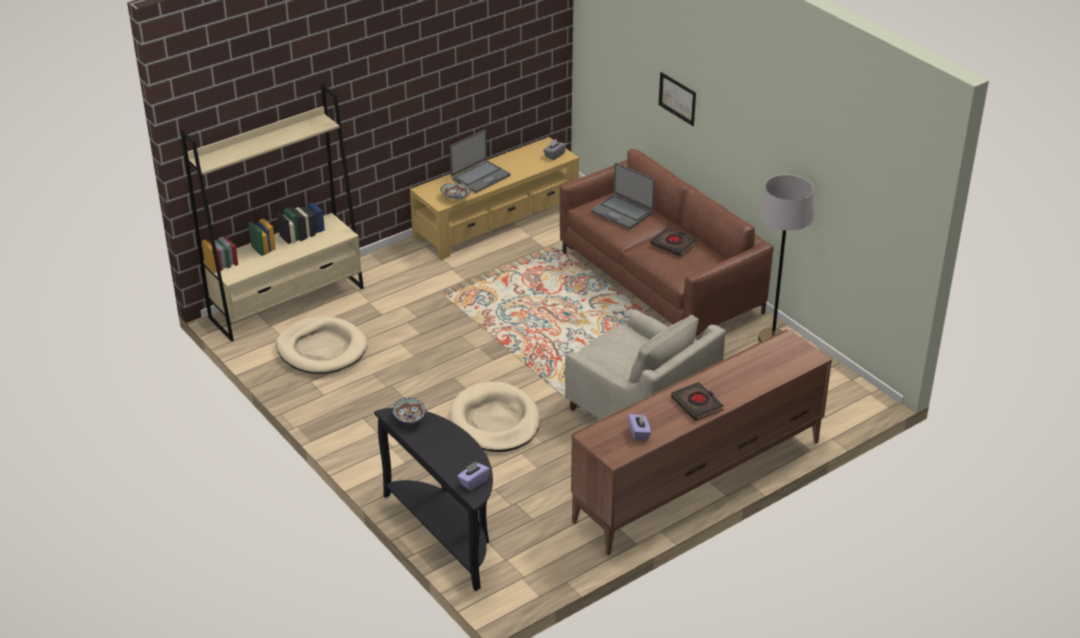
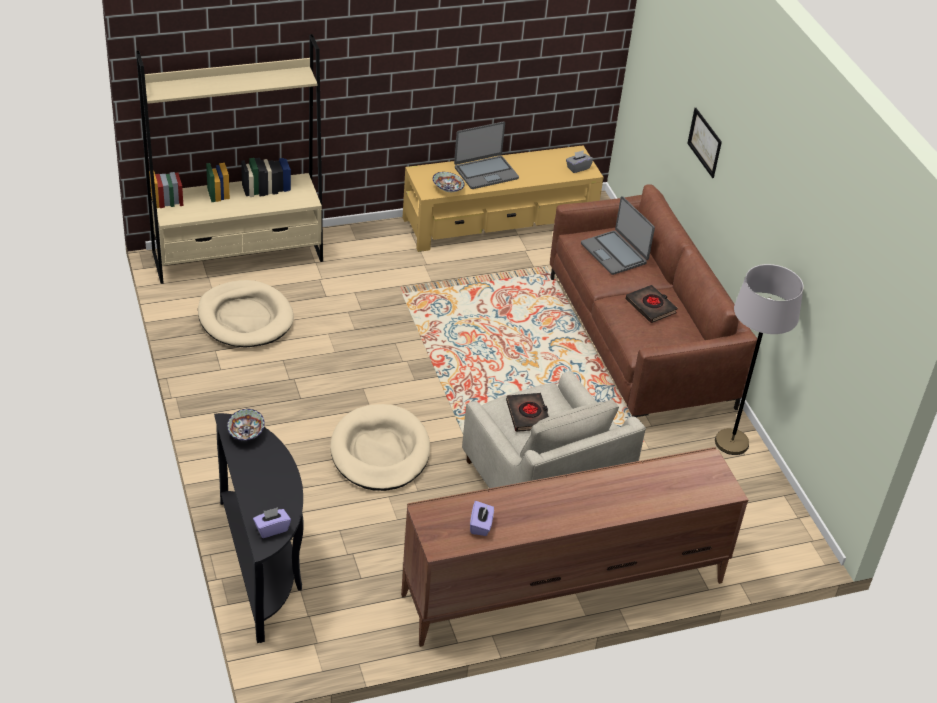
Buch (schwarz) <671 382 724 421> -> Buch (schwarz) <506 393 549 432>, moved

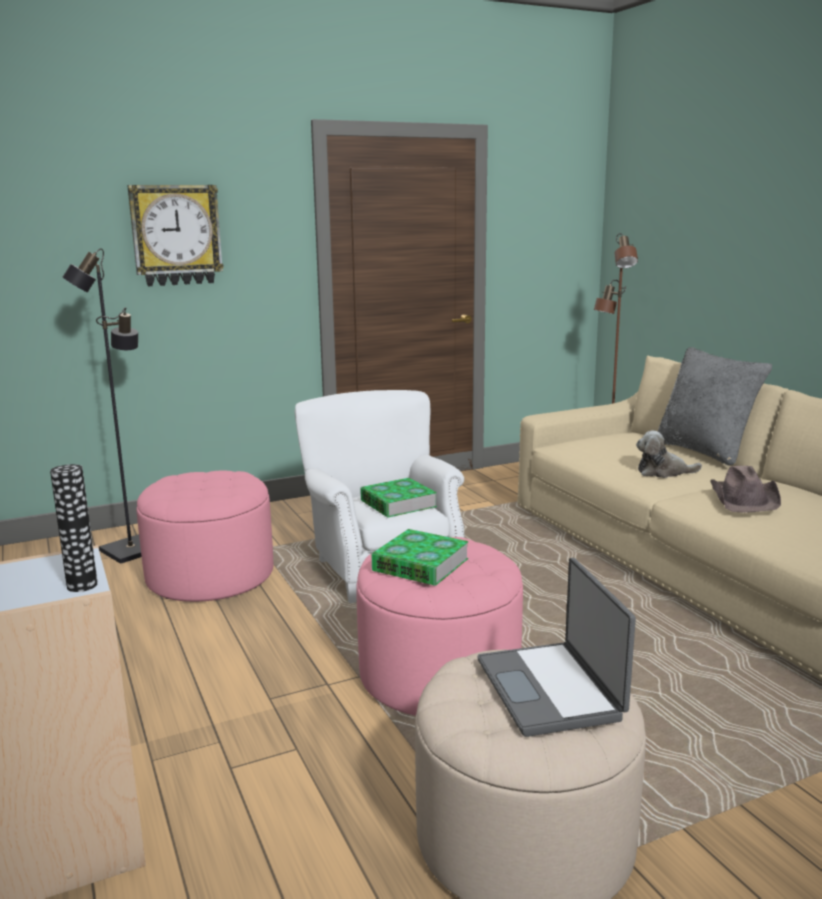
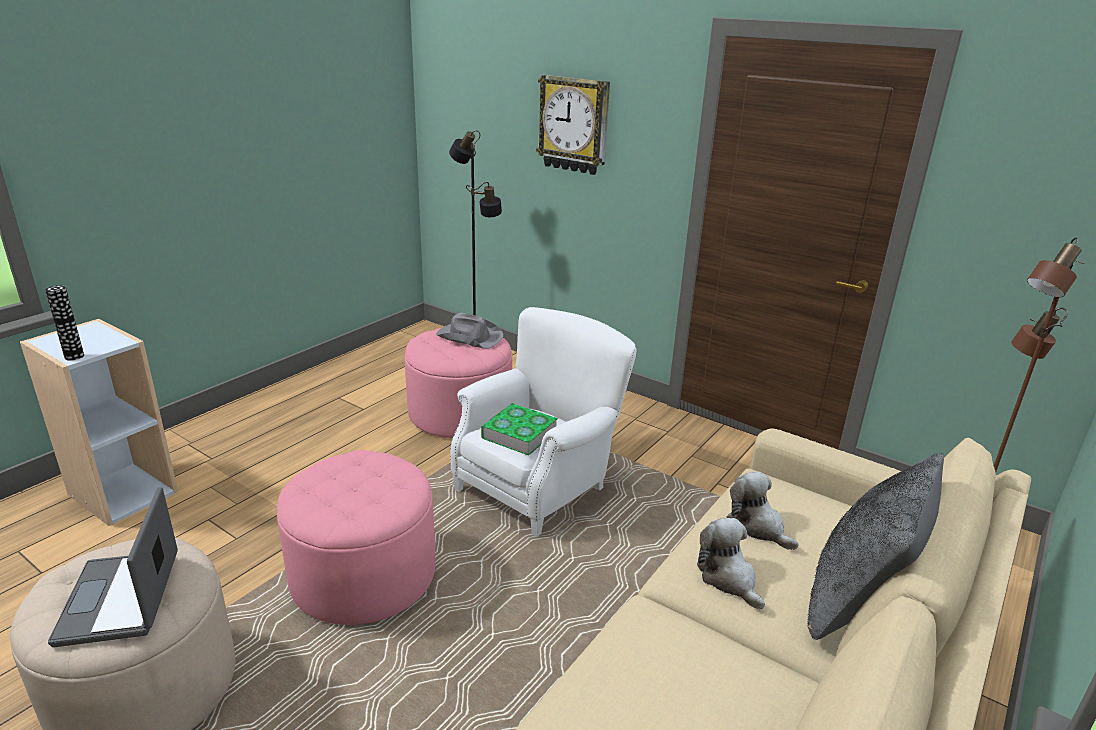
Laptop <477 558 636 737> -> Laptop <48 487 178 647>, 60 degrees counterclockwise
none -> Hut (grau) <436 313 504 349>
none -> Plüschtier <726 471 799 550>
Buch <371 529 469 586> -> none
Hut (braun) <710 466 781 513> -> none

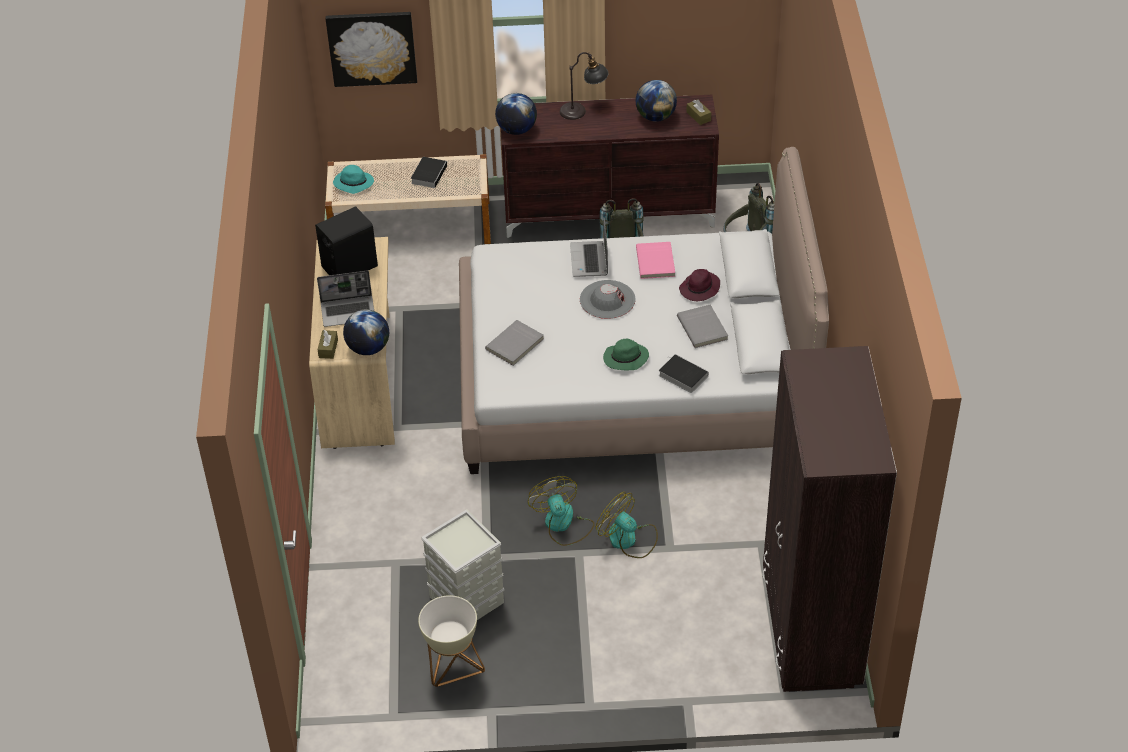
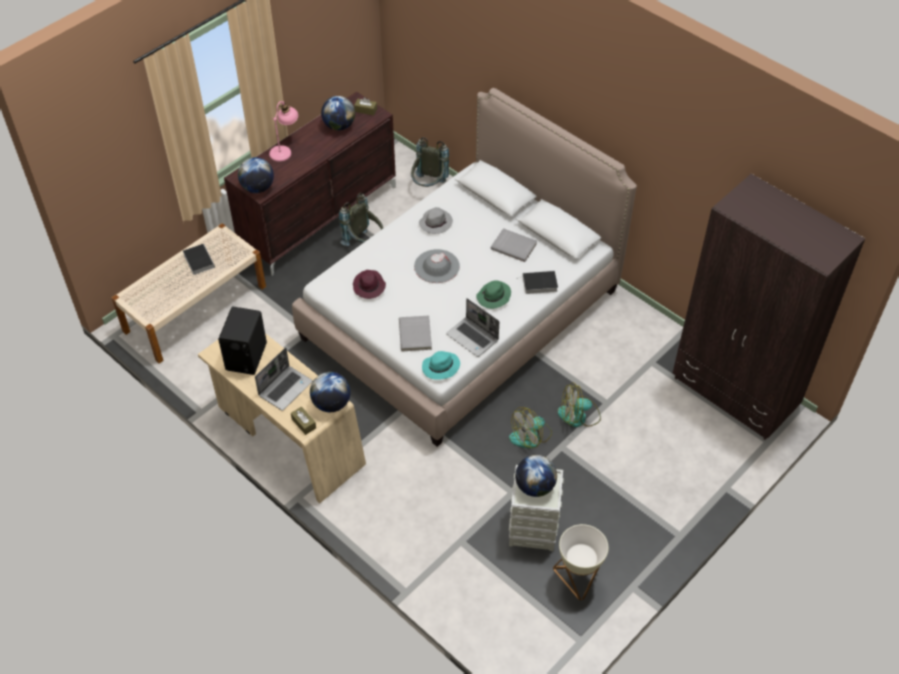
Tischlampe (grau) <560 52 608 120> -> Tischlampe (rosa) <269 101 298 161>
Hut (lila) <679 269 720 301> -> Hut (lila) <353 270 386 299>, moved
Buch (rosa) <636 242 675 279> -> Hut (grau) <419 207 453 234>
Hut (türkis) <333 165 374 194> -> Hut (türkis) <422 351 460 380>, moved
Laptop <570 218 608 277> -> Laptop <446 298 499 357>, moved
Ventilator <528 476 594 546> -> Ventilator <509 407 552 448>, 60 degrees counterclockwise
none -> Globus <515 455 557 497>
Bild <326 12 417 87> -> none

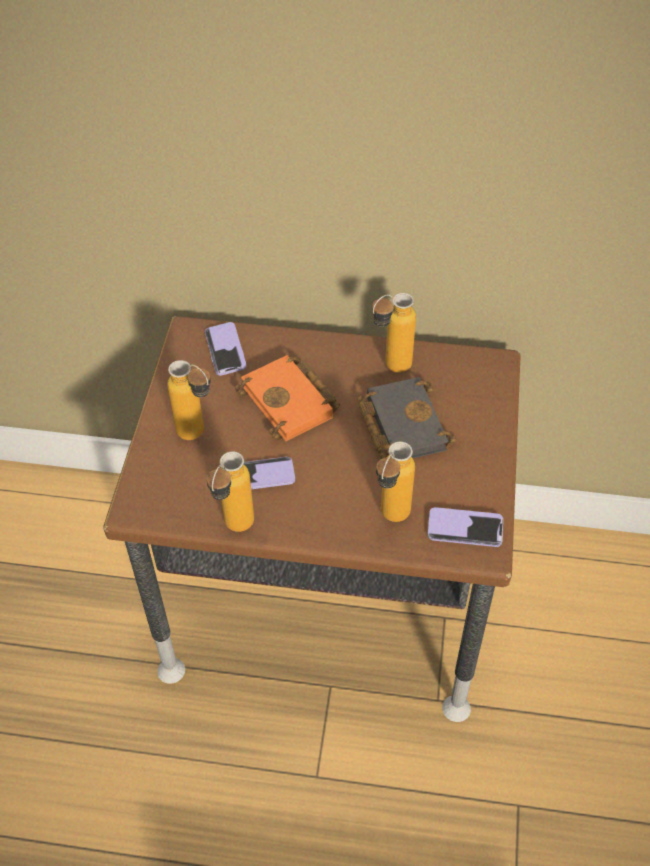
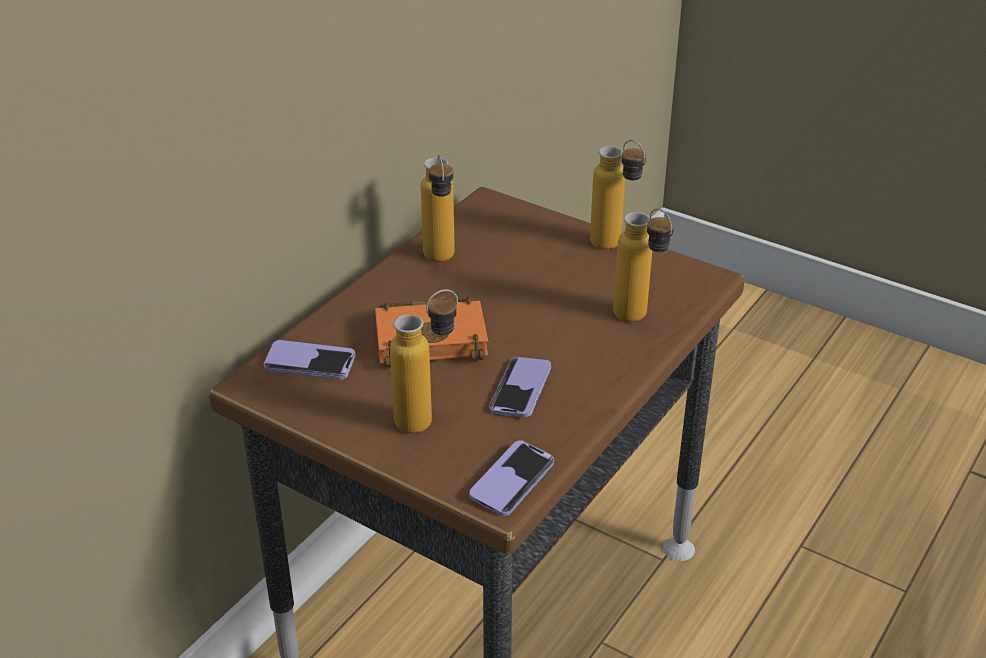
Handy <428 507 503 547> -> Handy <469 440 554 516>, moved
Flasche <206 452 254 532> -> Flasche <590 140 646 250>, moved
Buch (schwarz) <357 377 457 459> -> none

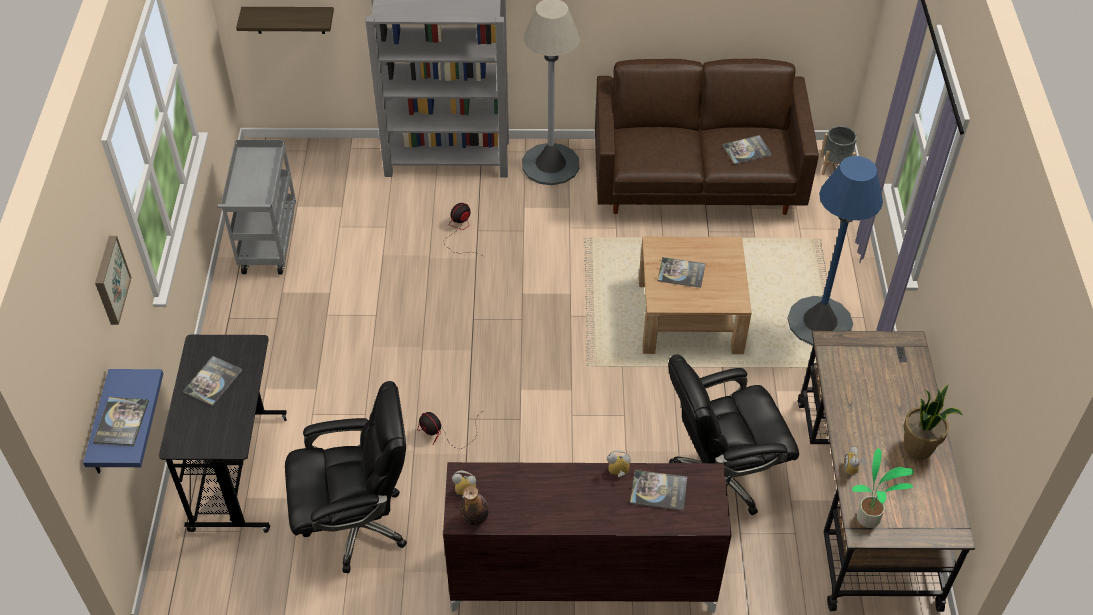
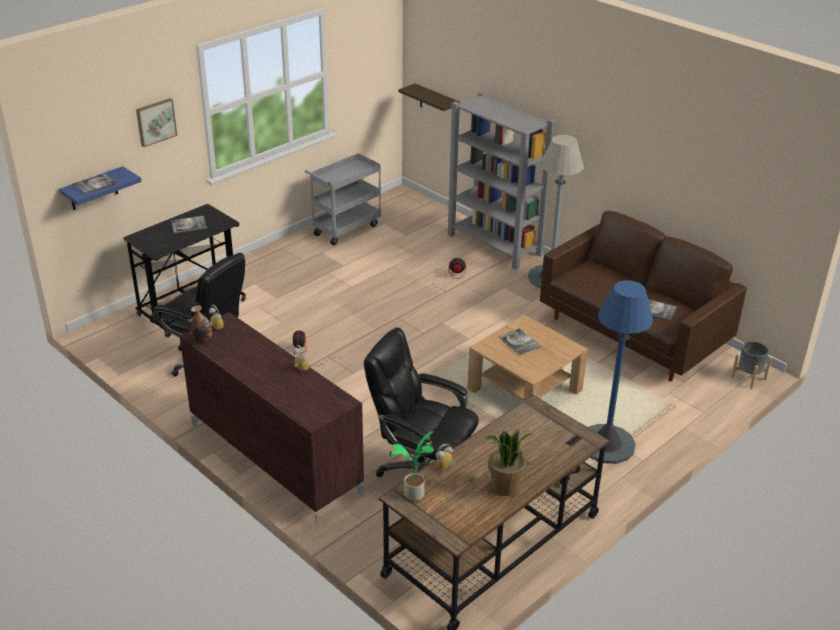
Buch <630 470 687 511> -> none

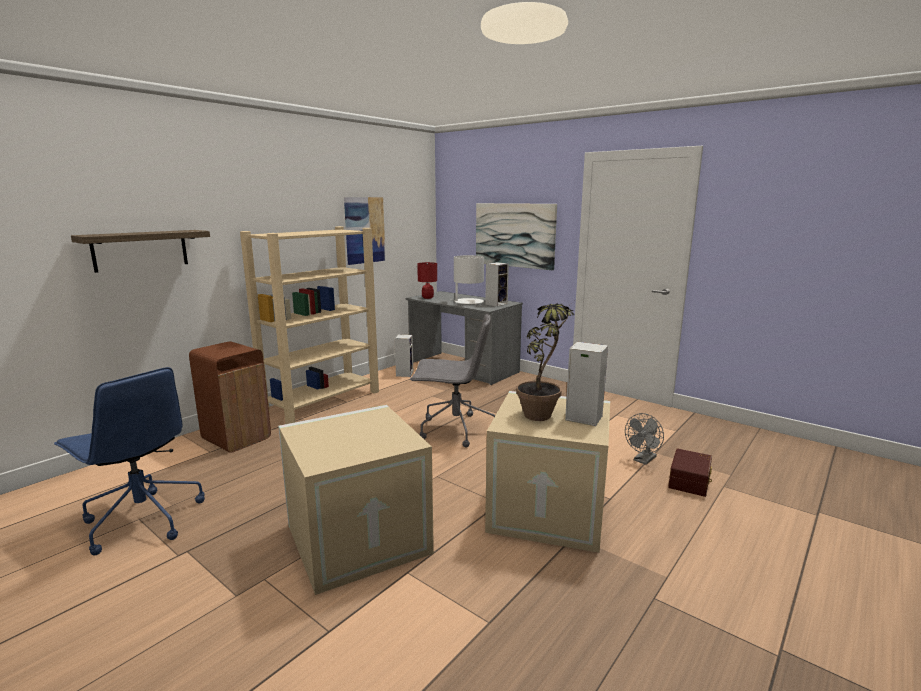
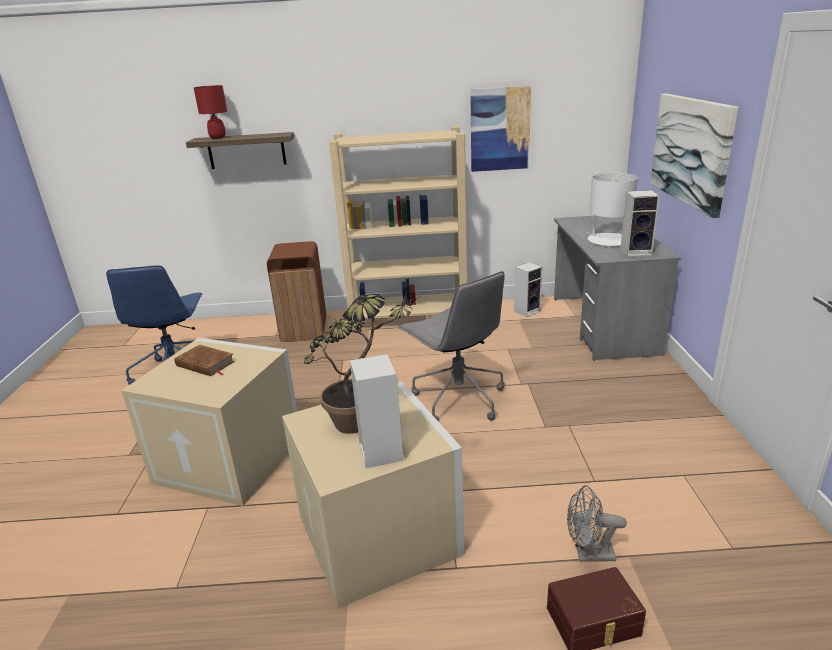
none -> Buch (braun) <174 345 235 376>
Tischlampe (rot) <417 262 437 299> -> Tischlampe (rot) <194 85 227 139>, moved

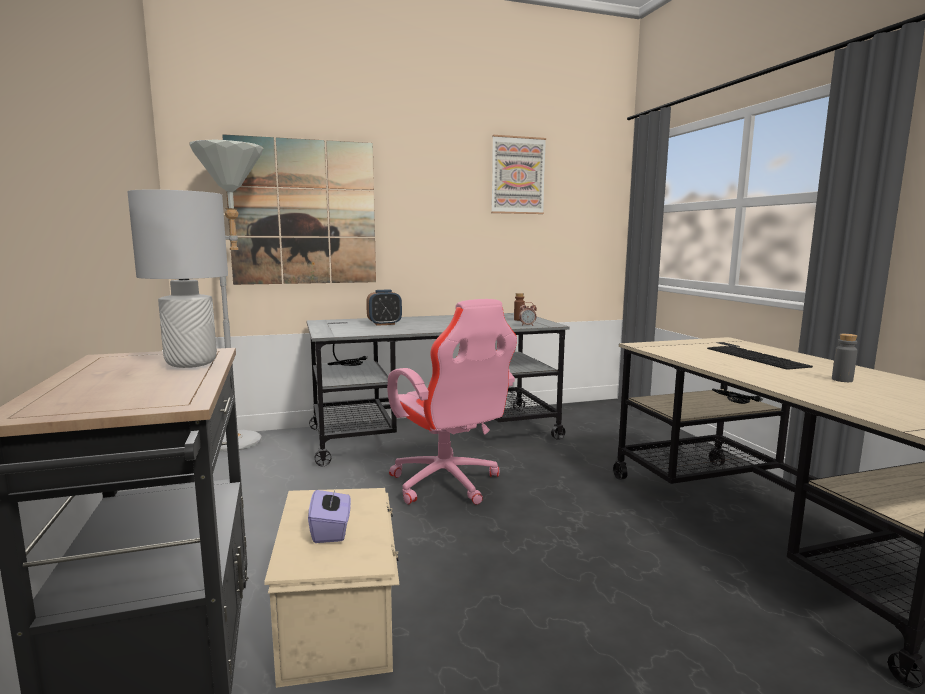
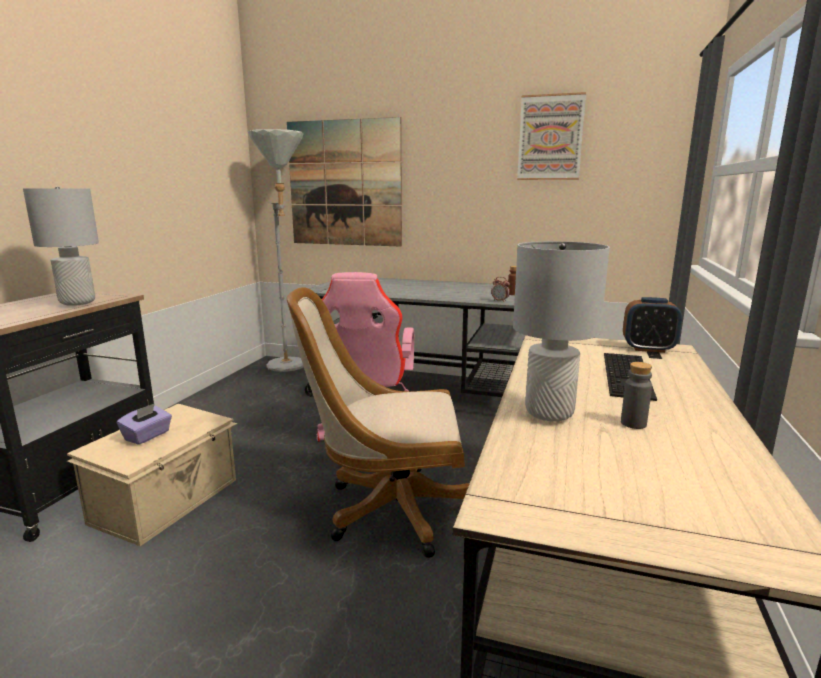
none -> Bürostuhl <287 287 469 558>
none -> Tischlampe (grau) <513 241 610 421>
Wecker <366 290 402 326> -> Wecker <623 297 682 353>, moved

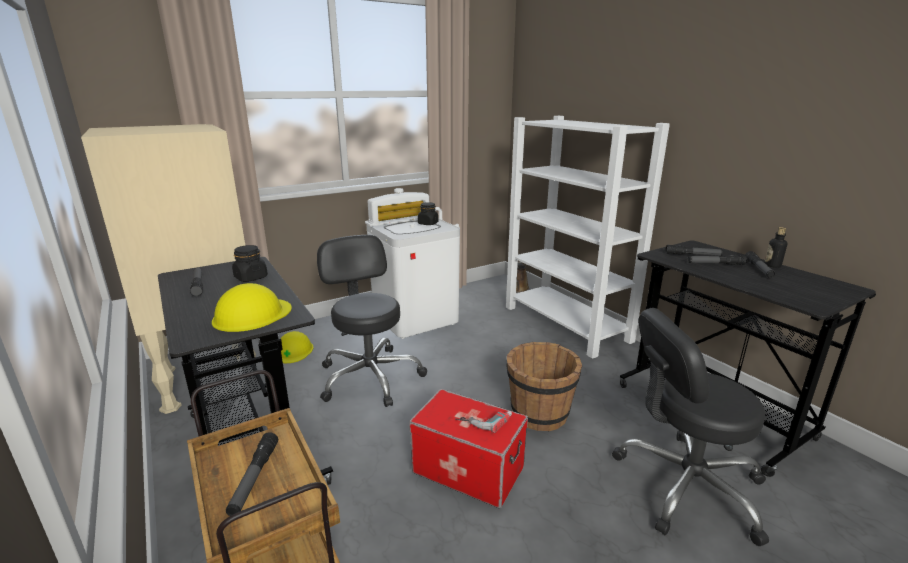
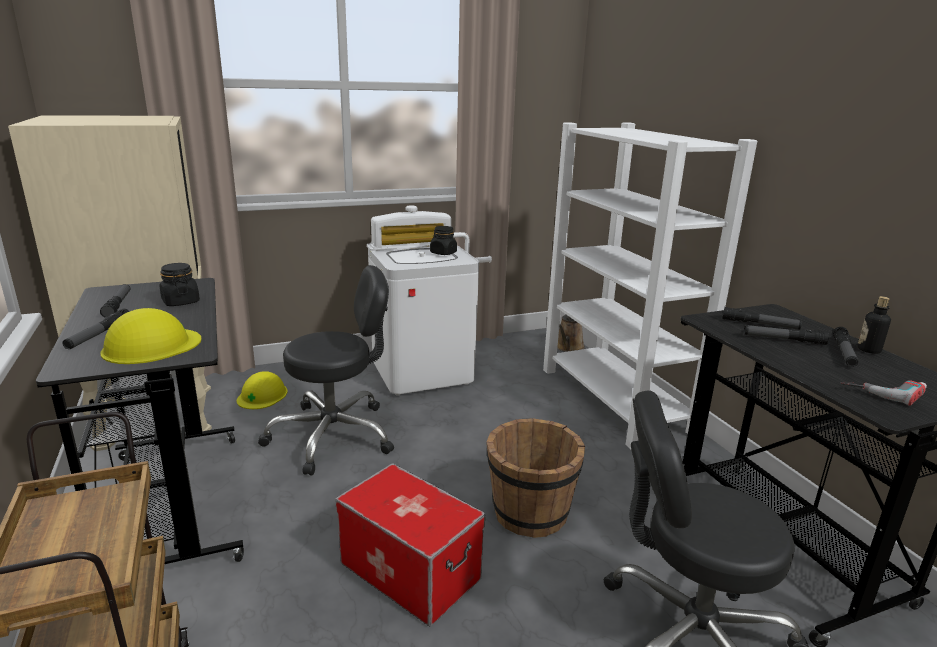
Taschenlampe <226 432 278 516> -> Taschenlampe <62 309 130 349>, moved
Bürostuhl (schwarz) <317 235 427 407> -> Bürostuhl (schwarz) <258 265 394 476>, 90 degrees clockwise
Bohrmaschine <455 411 512 433> -> Bohrmaschine <840 380 927 406>, moved

